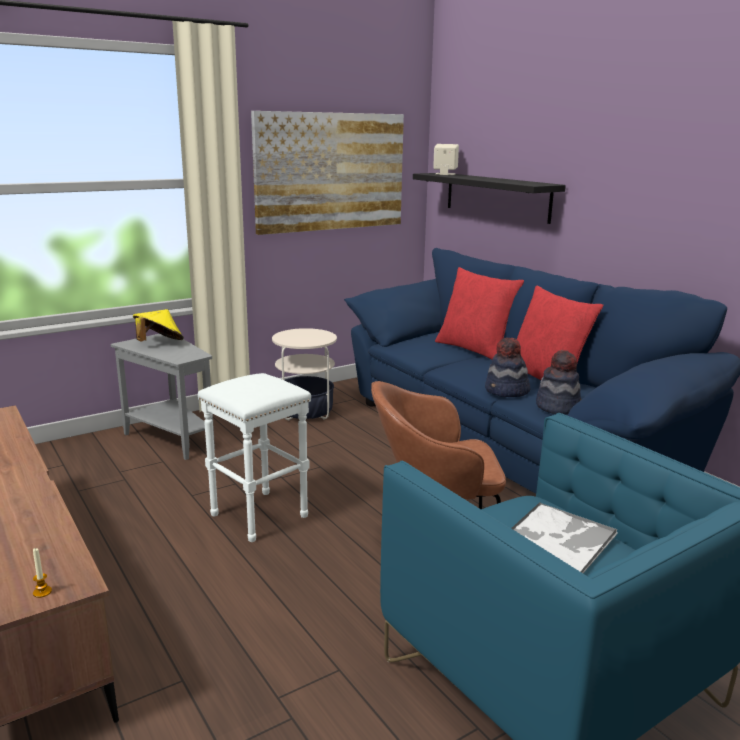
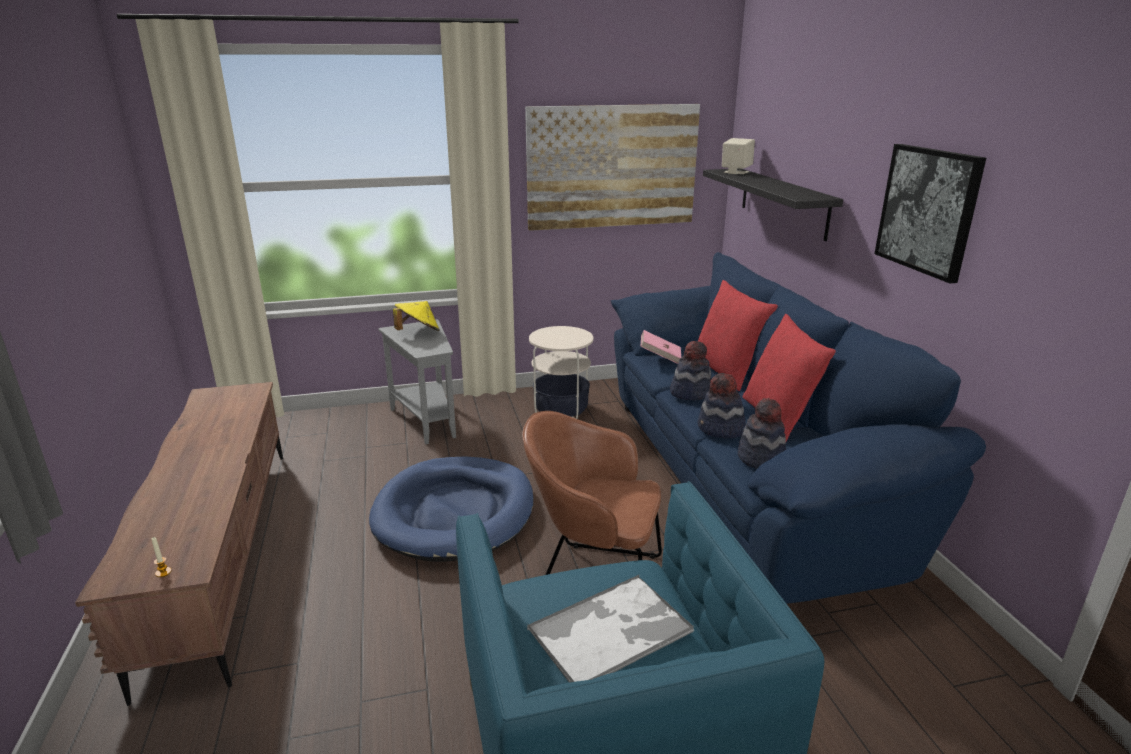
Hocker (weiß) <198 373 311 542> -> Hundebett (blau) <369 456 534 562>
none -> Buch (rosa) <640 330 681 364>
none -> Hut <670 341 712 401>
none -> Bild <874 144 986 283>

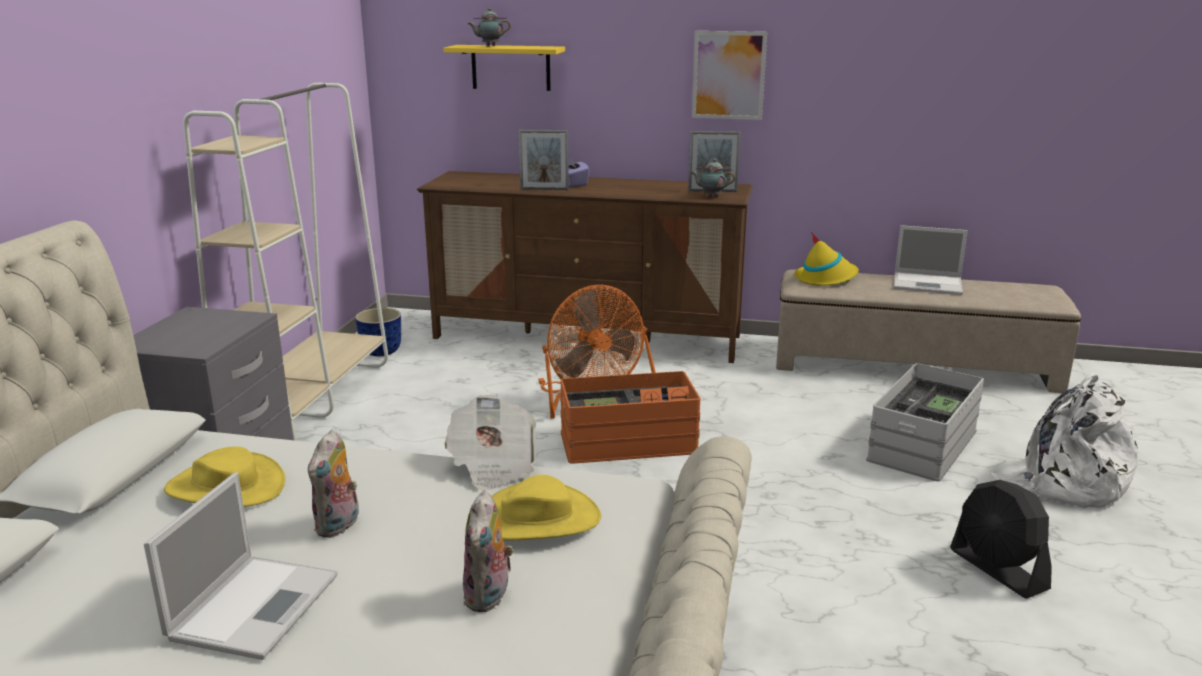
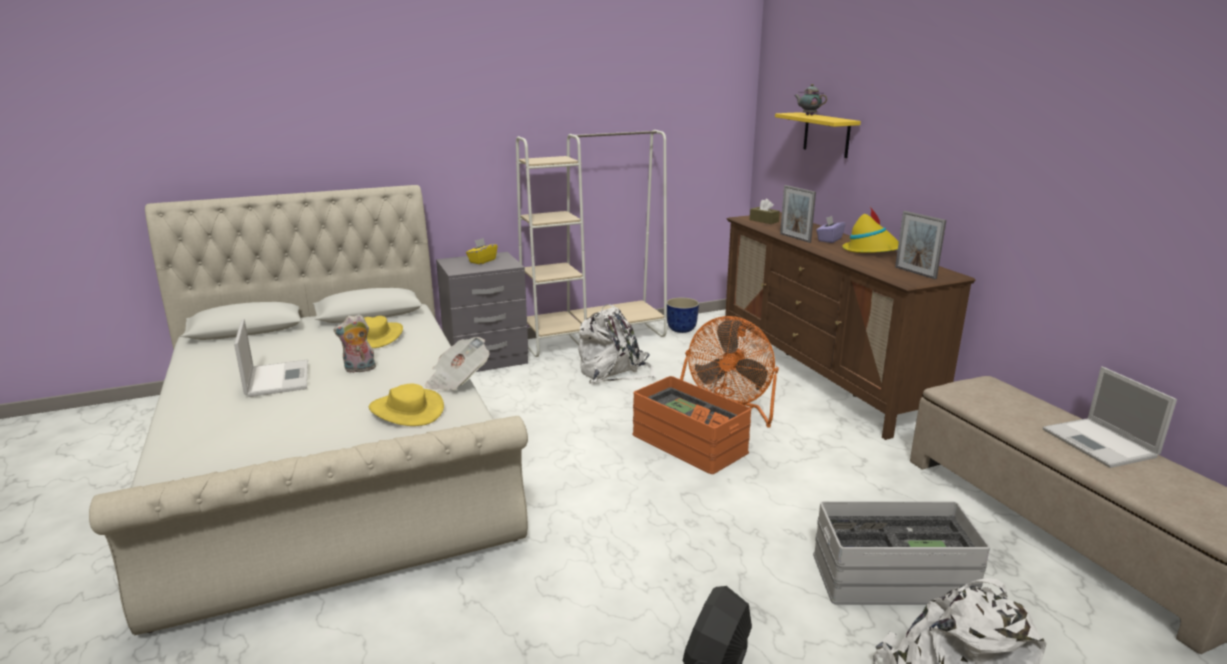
Laptop <144 472 338 660> -> Laptop <234 319 308 397>, 90 degrees counterclockwise
none -> Taschentuchbox (gelb) <466 238 497 264>
none -> Rucksack (weiß) <578 304 656 384>
none -> Taschentuchbox (braun) <750 199 780 224>
Hut (gelb) <794 232 859 286> -> Hut (gelb) <842 208 899 253>, moved
Plüschtier <463 490 514 612> -> none
Teekanne <691 159 735 197> -> none
Bild <692 31 767 120> -> none

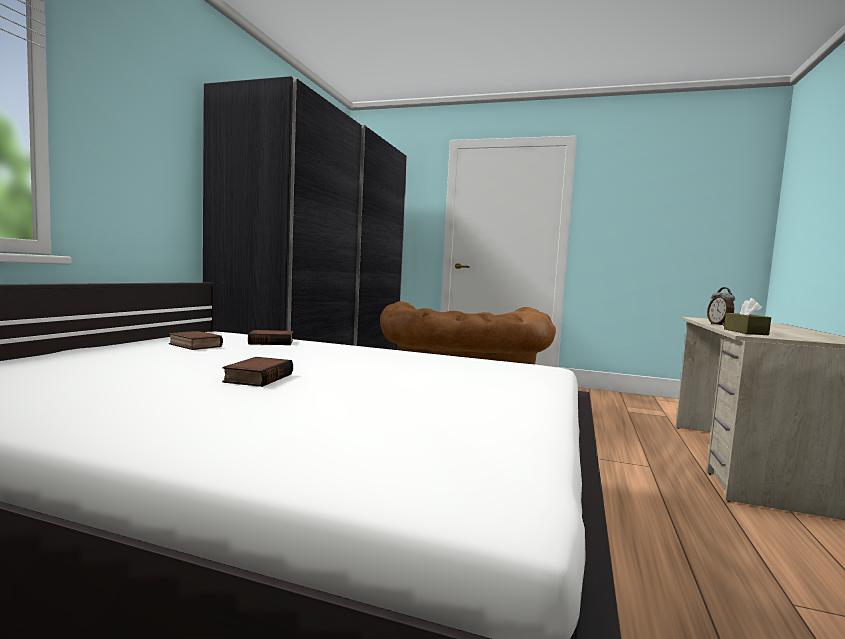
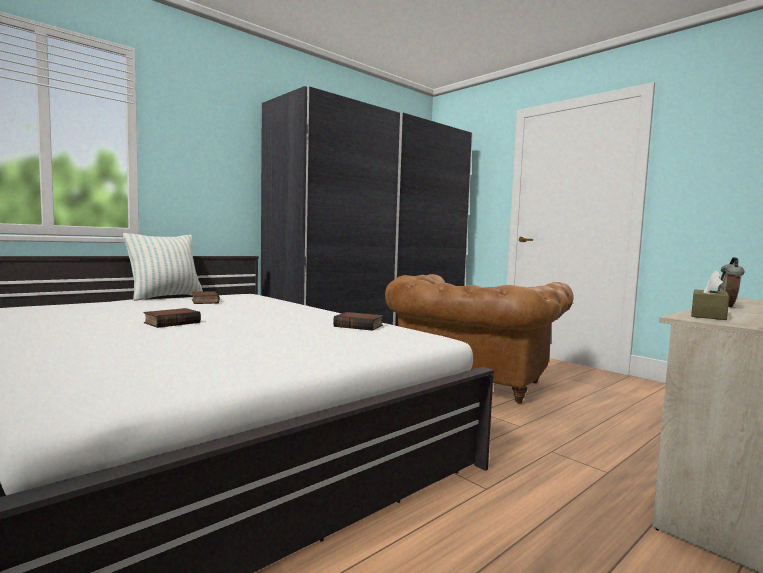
none -> Kissen <123 233 203 301>
Buch <248 330 293 345> -> Buch <333 312 383 331>, moved

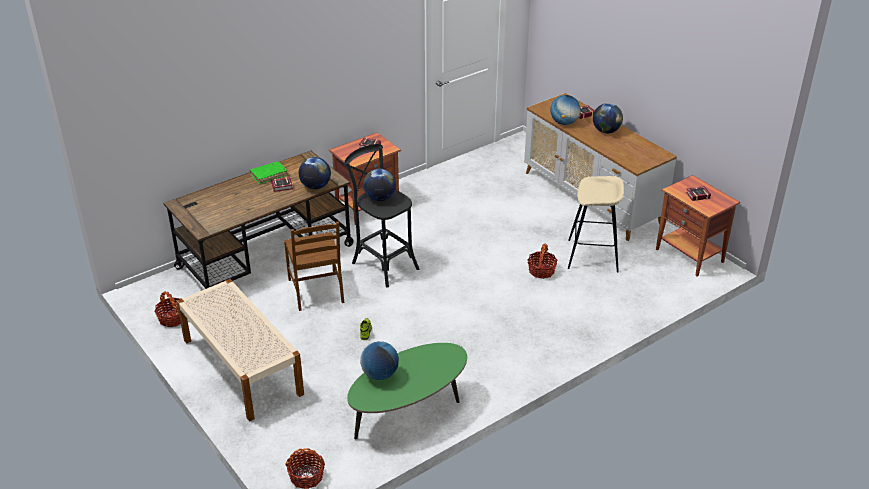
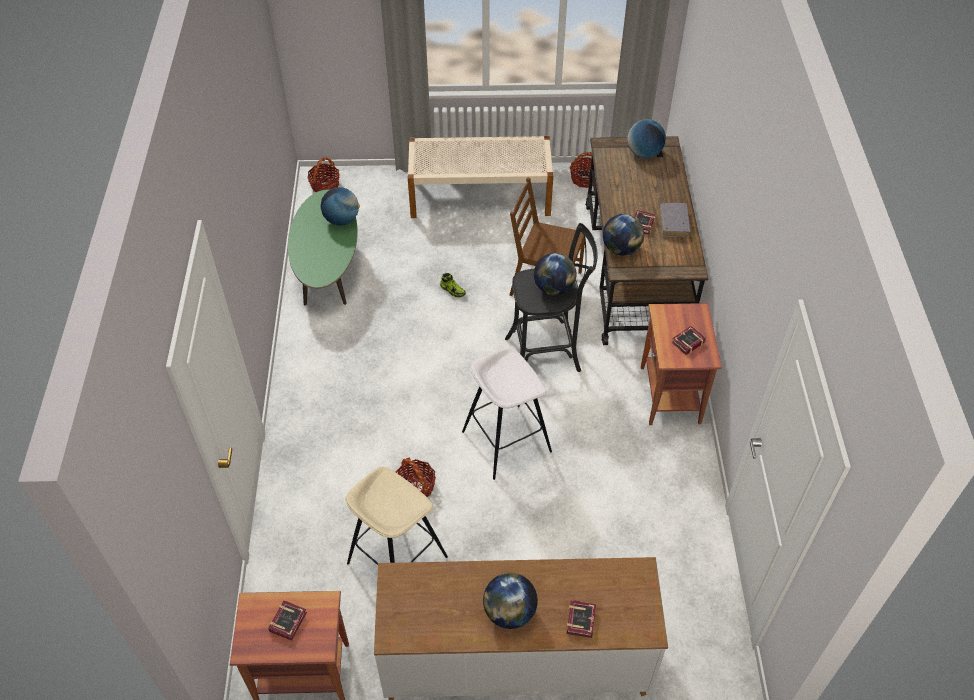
none -> Hocker (weiß) <462 348 552 480>
Globus <550 95 580 125> -> Globus <627 119 666 158>, moved
Buch (grün) <250 161 287 184> -> Buch (grau) <659 203 691 237>

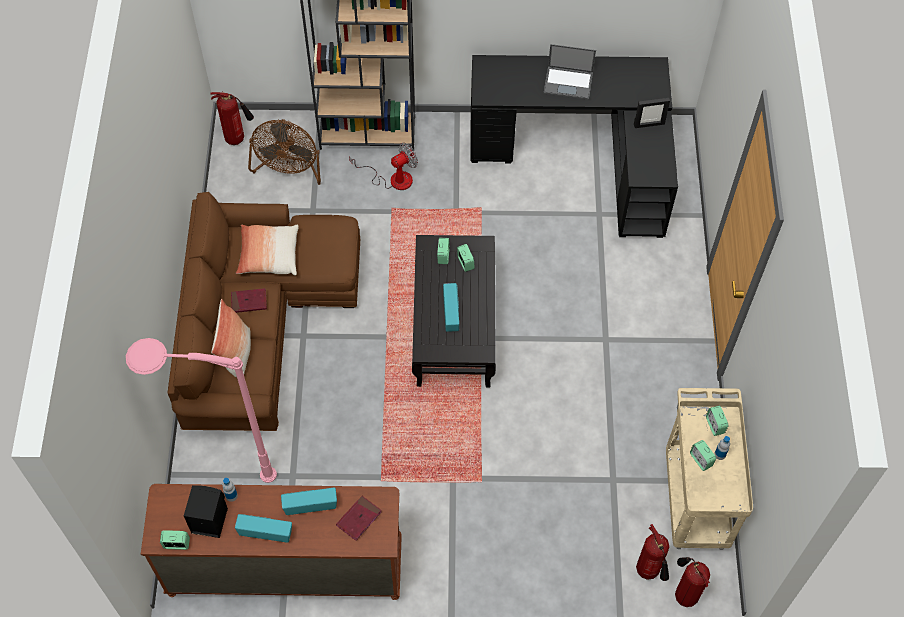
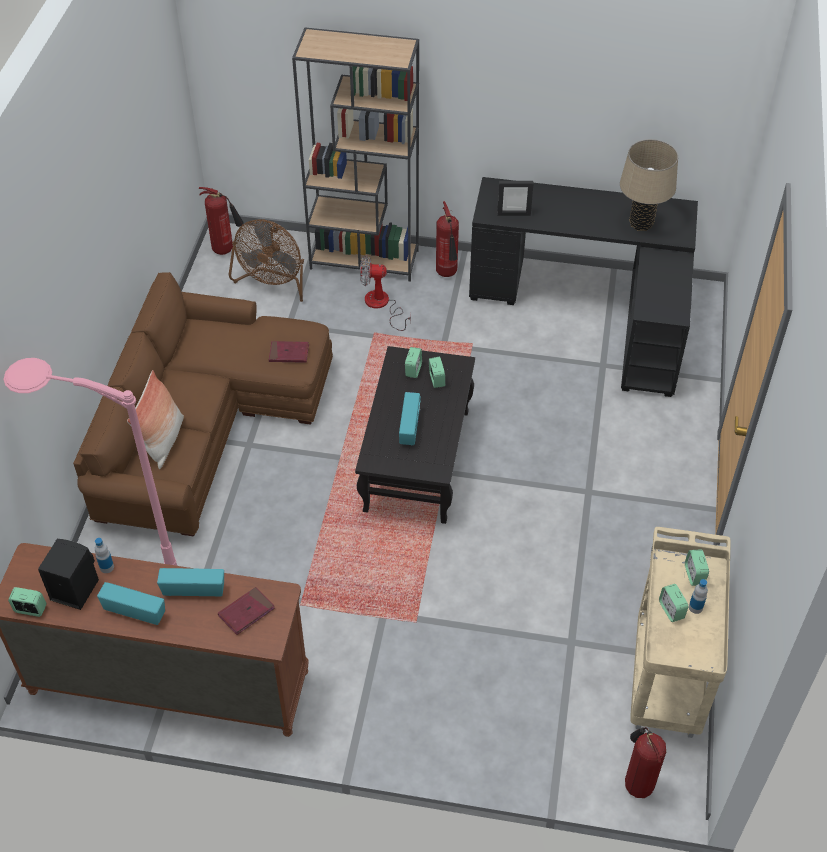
Buch (rot) <231 288 267 313> -> Buch (rot) <269 341 309 363>, moved
Ventilator <349 143 418 190> -> Ventilator <360 255 411 331>, 150 degrees counterclockwise
Feuerlöscher <636 524 669 581> -> Feuerlöscher <436 201 459 277>, moved
Bilderrahmen <634 98 670 128> -> Bilderrahmen <497 181 534 216>, moved
none -> Tischlampe (beige) <620 139 678 231>
Kissen <236 225 299 276> -> none
Laptop <543 44 596 100> -> none

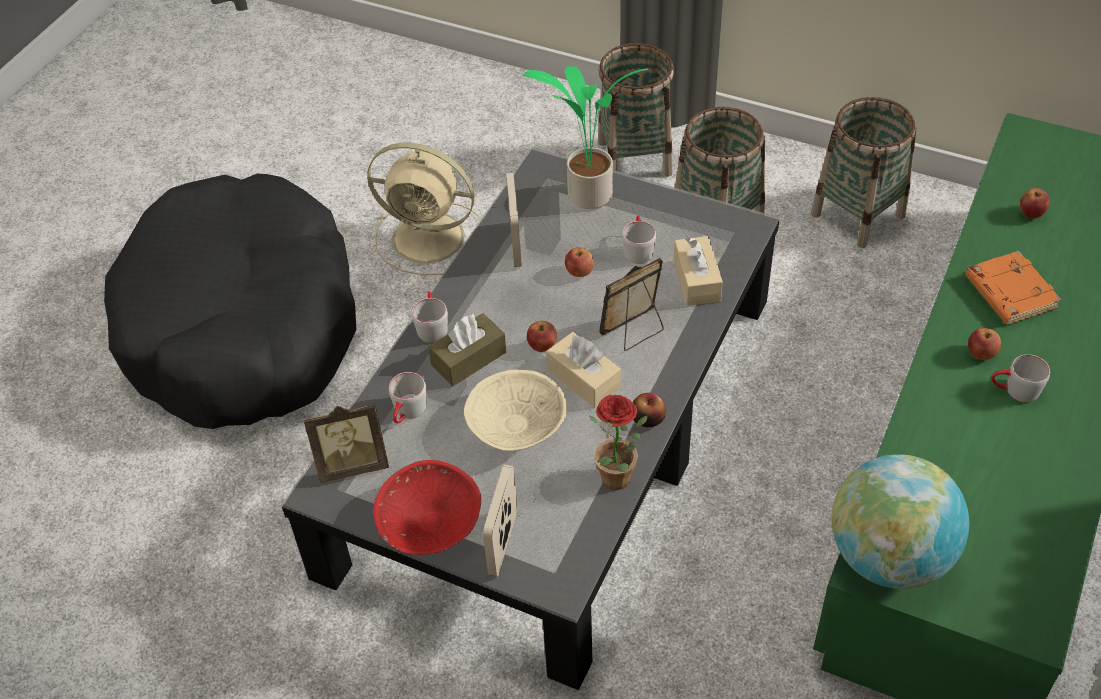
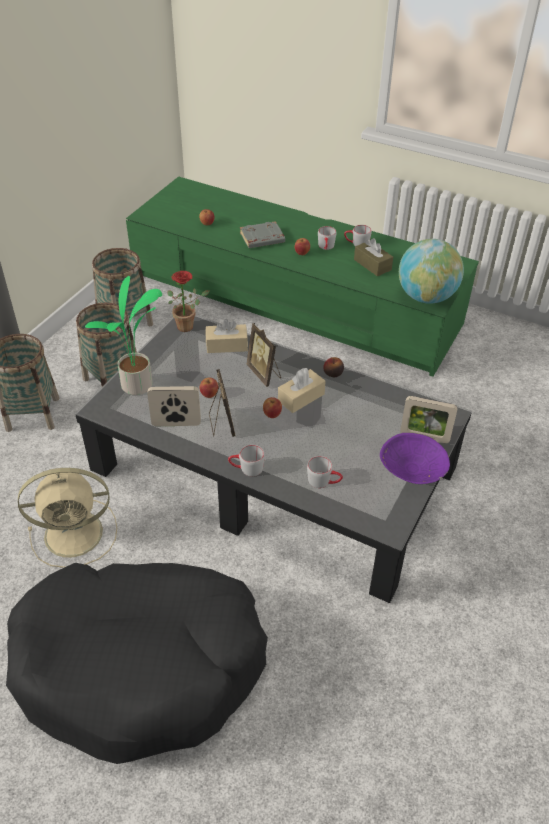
Ventilator (beige) <367 143 481 275> -> Ventilator (beige) <18 468 117 568>, 60 degrees clockwise
Topfpflanze <589 395 647 490> -> Topfpflanze <167 271 210 332>, moved
Bilderrahmen <303 403 389 483> -> Bilderrahmen <209 369 236 437>, moved
Buch (orange) <965 251 1061 325> -> Buch (grau) <240 221 285 248>
Henkelbecher (grau) <622 215 656 264> -> Henkelbecher (grau) <344 225 372 246>, moved
Taschentuchbox (braun) <428 313 506 386> -> Taschentuchbox (braun) <354 238 393 276>, moved
Schüssel (rot) <373 460 481 555> -> Schüssel (lila) <380 433 450 484>
Schüssel (beige) <464 369 567 451> -> none

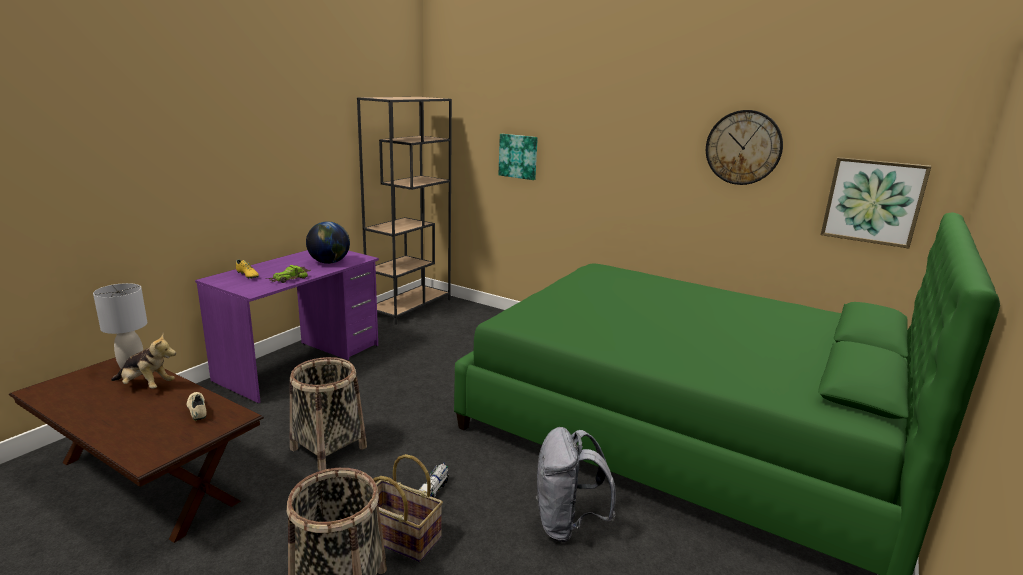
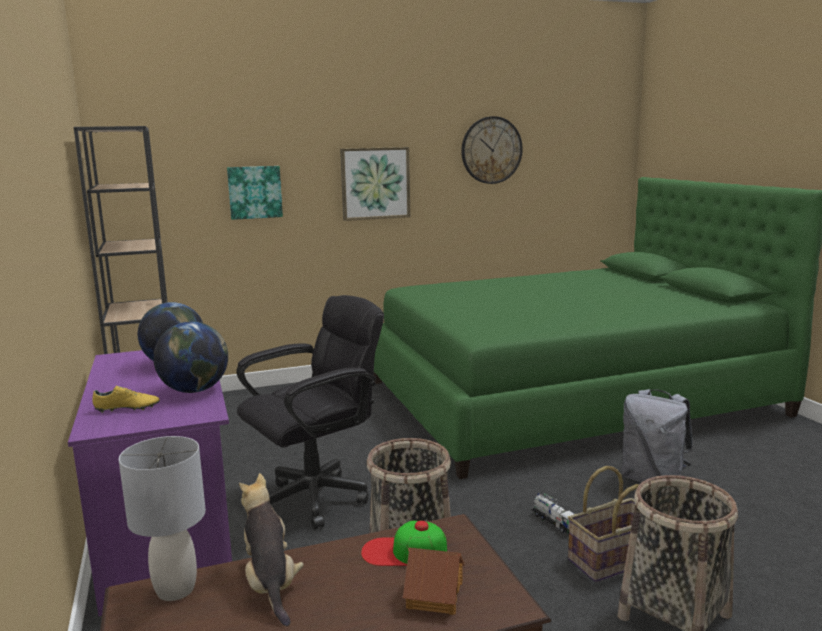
Spielzeugauto <267 265 311 283> -> Globus <153 322 228 393>
none -> Bürostuhl (schwarz) <236 295 384 529>
Plüschtier <111 334 176 389> -> Plüschtier <239 473 304 626>, 75 degrees counterclockwise
Bild <821 157 931 248> -> Bild <340 147 410 221>, moved
Schuh (beige) <187 392 207 421> -> Kappe <361 521 447 566>
none -> Spielzeughaus <403 547 464 615>

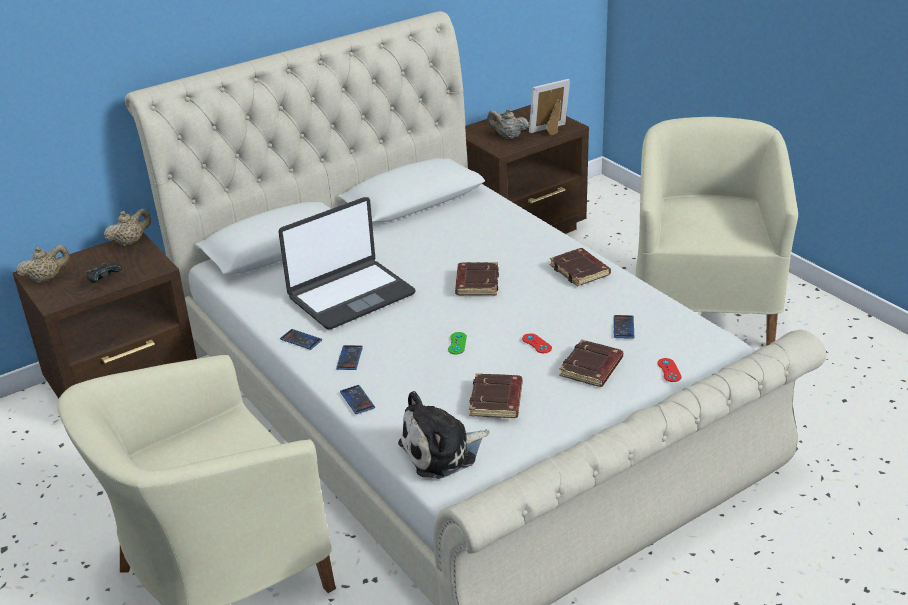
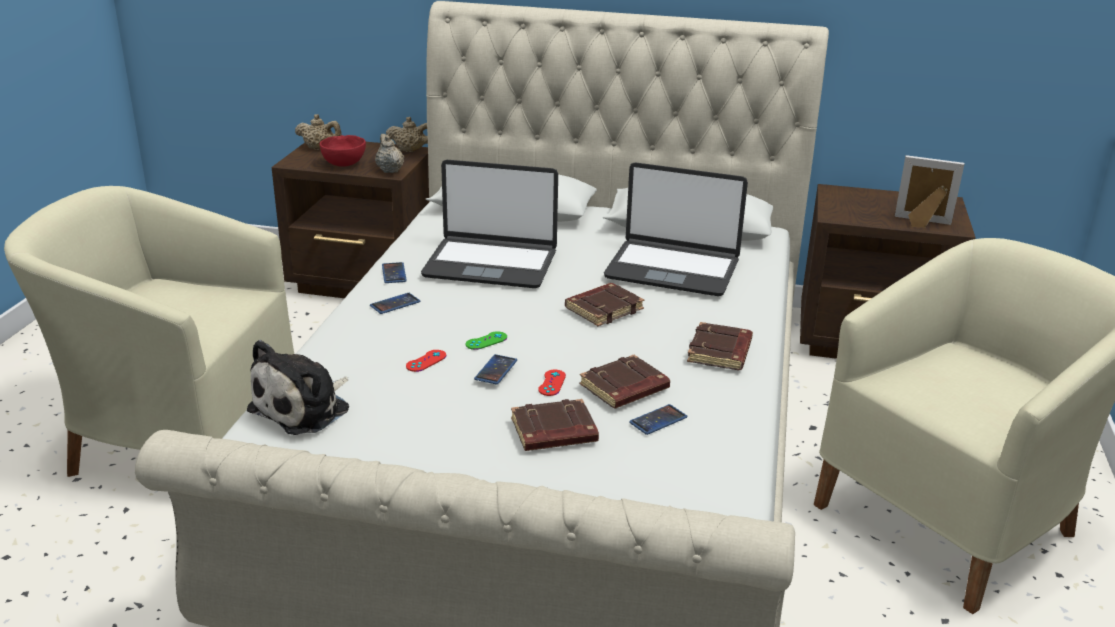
Plüschtier <398 391 489 479> -> Plüschtier <247 340 349 435>, 75 degrees counterclockwise
Gamepad (schwarz) <86 263 122 283> -> Schüssel (rot) <319 135 366 167>
Teekanne (beige) <487 109 529 139> -> Teekanne (beige) <375 134 404 173>, moved
Gamepad (rot) <658 358 681 382> -> Gamepad (rot) <406 350 446 372>, moved
Handy <340 385 375 414> -> Handy <474 354 517 385>, moved
Buch (braun) <469 373 523 418> -> Buch (braun) <579 355 670 408>, moved
none -> Laptop <604 162 748 296>

